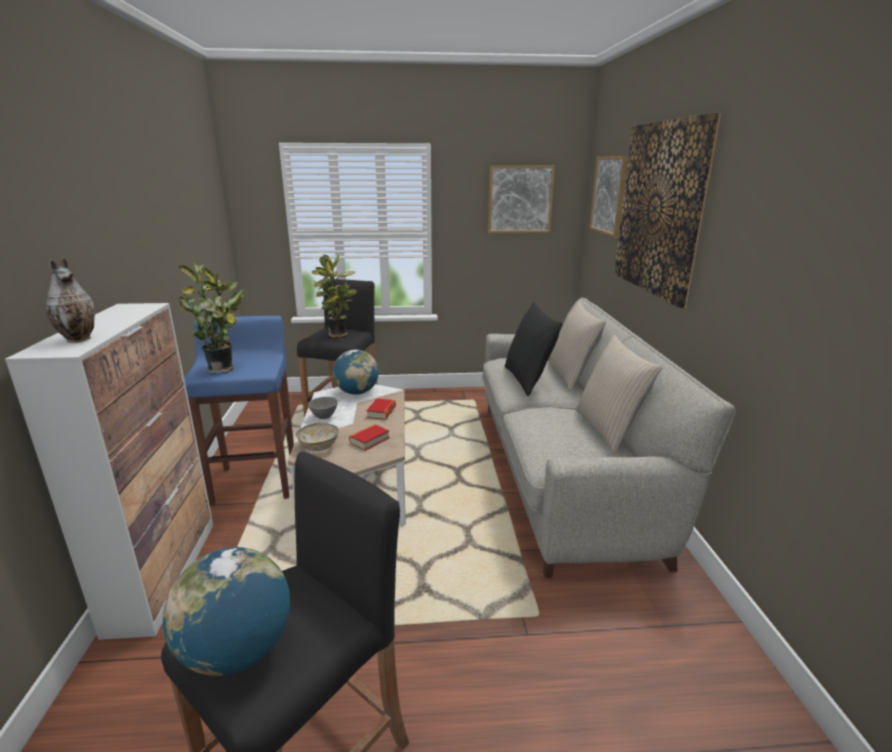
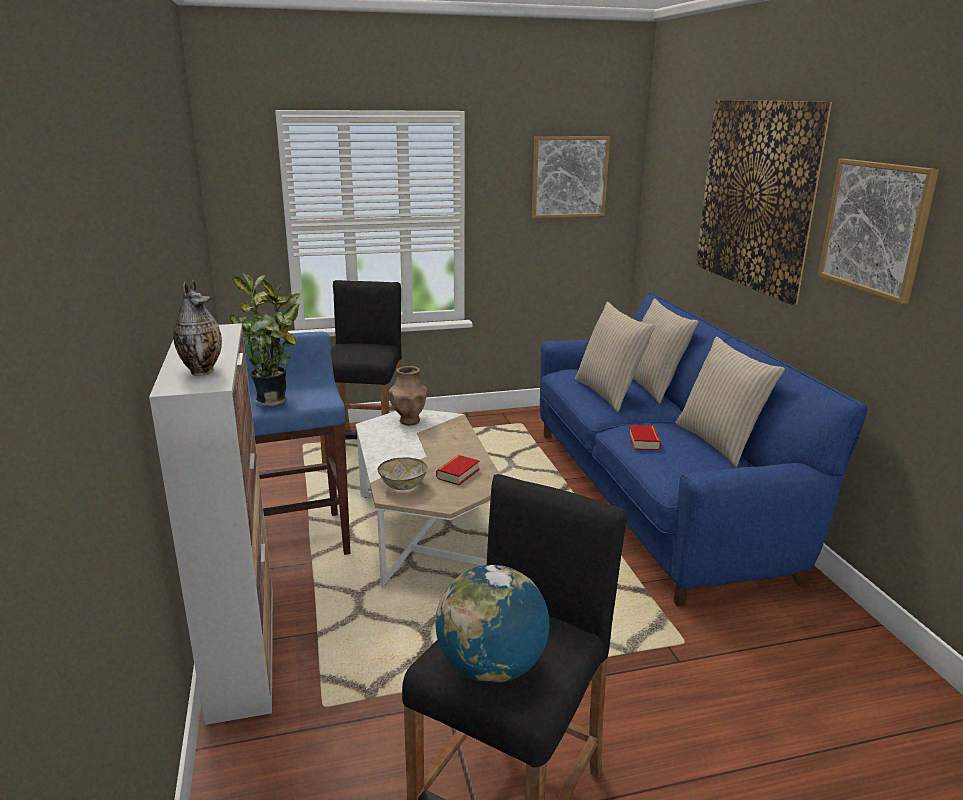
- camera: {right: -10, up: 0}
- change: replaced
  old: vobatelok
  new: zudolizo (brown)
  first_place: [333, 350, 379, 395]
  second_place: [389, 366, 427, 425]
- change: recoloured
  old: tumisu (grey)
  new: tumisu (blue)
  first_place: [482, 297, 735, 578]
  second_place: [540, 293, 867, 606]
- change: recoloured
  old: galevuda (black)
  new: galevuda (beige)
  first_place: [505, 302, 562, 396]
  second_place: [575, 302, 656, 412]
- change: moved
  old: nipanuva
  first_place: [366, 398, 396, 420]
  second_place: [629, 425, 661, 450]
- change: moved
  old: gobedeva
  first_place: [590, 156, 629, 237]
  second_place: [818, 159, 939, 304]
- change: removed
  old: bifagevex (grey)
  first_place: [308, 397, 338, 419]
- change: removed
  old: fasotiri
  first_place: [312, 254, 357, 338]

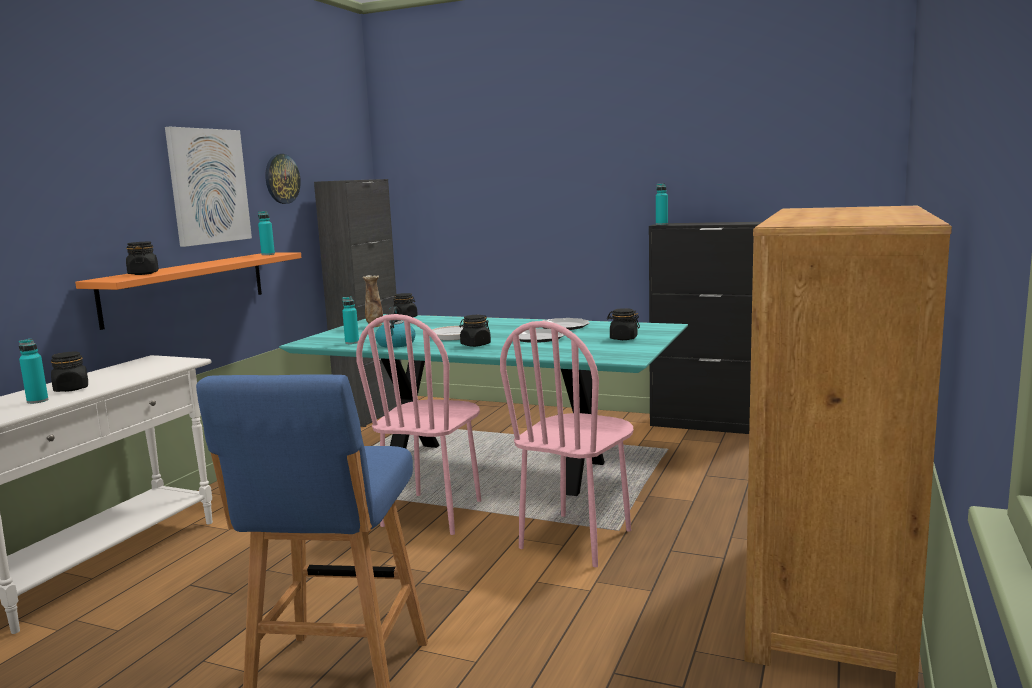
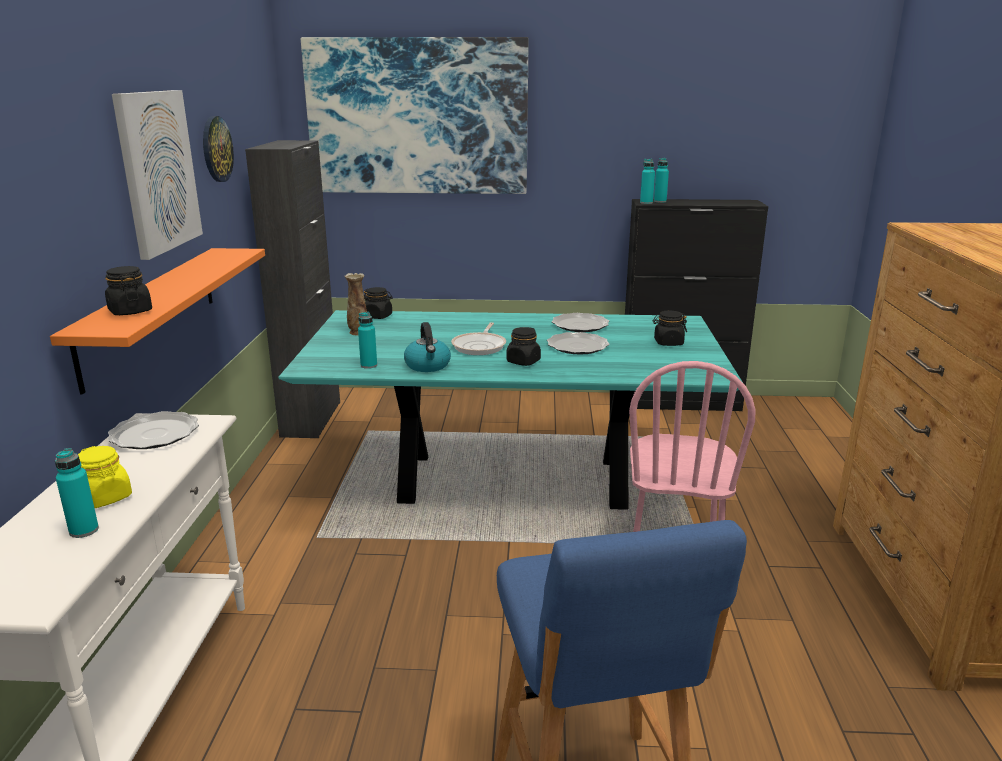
- camera: {right: -20, up: 10}
- change: recoloured
  old: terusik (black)
  new: terusik (yellow)
  first_place: [51, 351, 88, 392]
  second_place: [78, 446, 132, 508]
- change: added
  new: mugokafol
  second_place: [108, 411, 199, 449]
- change: added
  new: gobedeva
  second_place: [301, 37, 528, 194]
- change: moved
  old: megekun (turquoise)
  first_place: [258, 211, 275, 255]
  second_place: [654, 158, 669, 203]
- change: removed
  old: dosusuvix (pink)
  first_place: [356, 314, 481, 535]

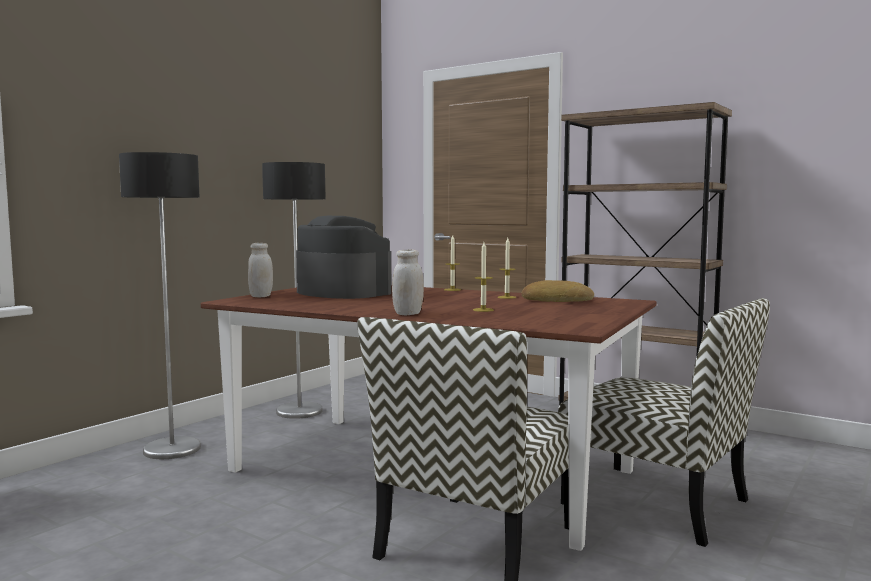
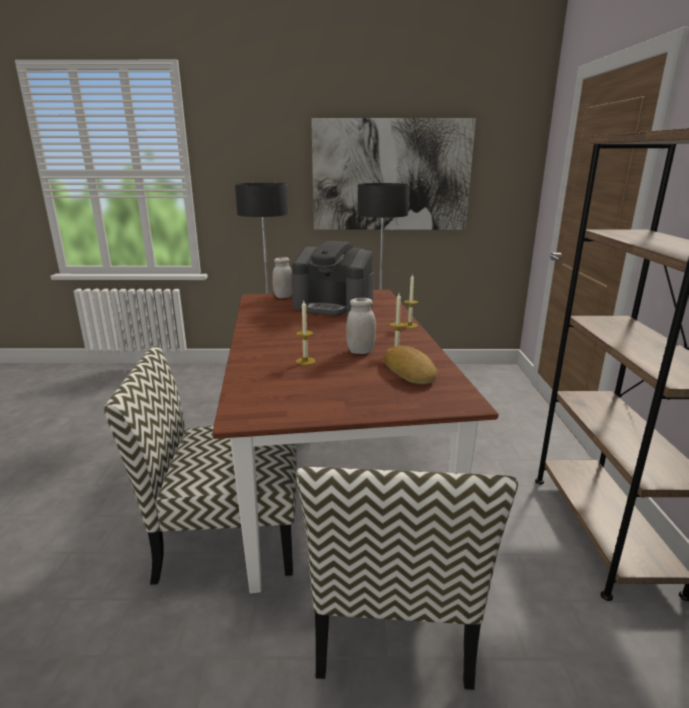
- camera: {right: 55, up: 15}
- change: turned
  old: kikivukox
  first_place: [296, 216, 391, 299]
  second_place: [291, 241, 374, 316]
  degrees: 105
- change: added
  new: gobedeva
  second_place: [311, 118, 476, 230]
- change: moved
  old: terusik (white)
  first_place: [392, 249, 424, 315]
  second_place: [346, 298, 376, 354]

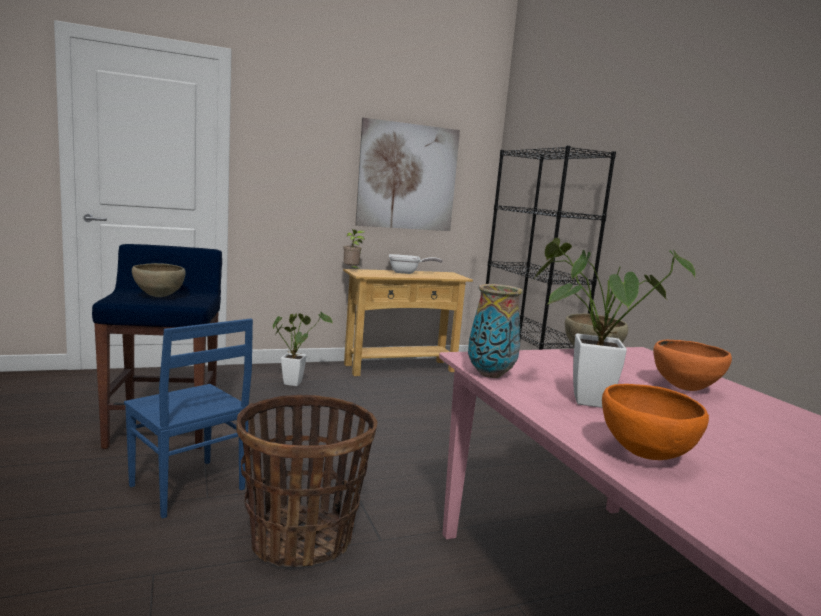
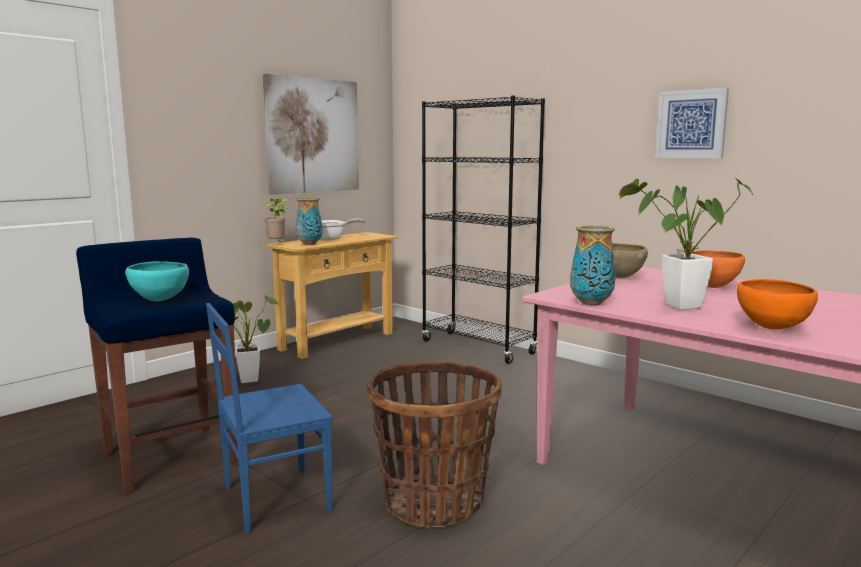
- camera: {right: -25, up: 0}
- change: recoloured
  old: bifagevex (brown)
  new: bifagevex (turquoise)
  first_place: [132, 263, 186, 297]
  second_place: [125, 261, 189, 302]
- change: turned
  old: dosusuvix (blue)
  first_place: [124, 319, 253, 519]
  second_place: [206, 303, 333, 534]
  degrees: 135
- change: added
  new: zudolizo
  second_place: [296, 197, 323, 245]
- change: added
  new: gobedeva
  second_place: [656, 88, 729, 158]

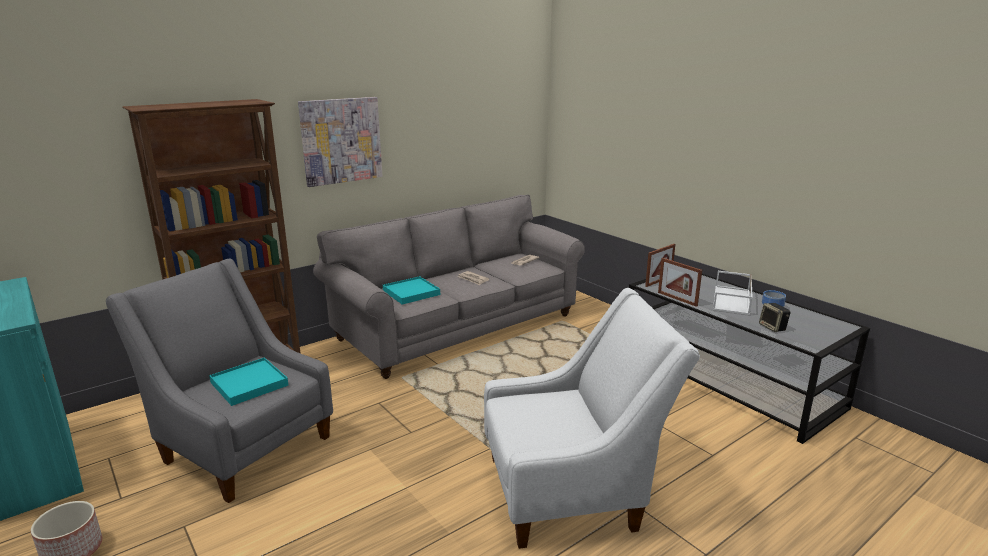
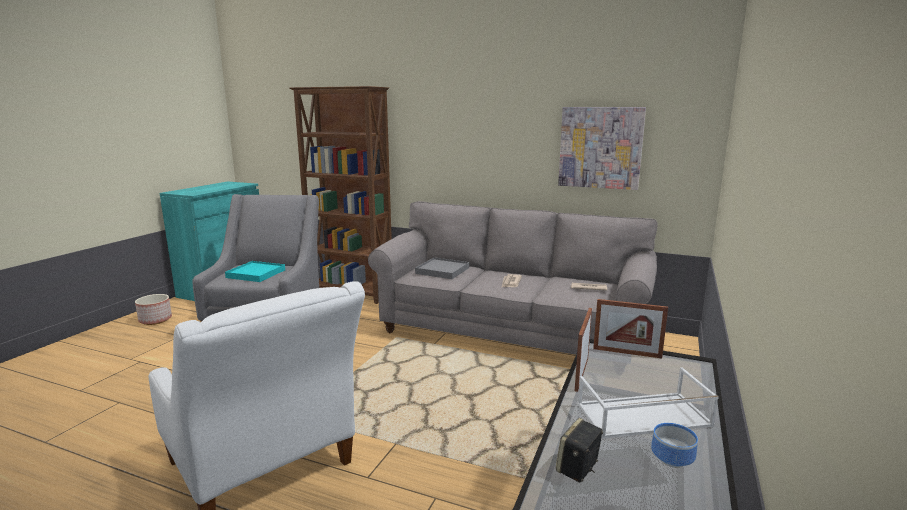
- camera: {right: 60, up: -5}
- change: recoloured
  old: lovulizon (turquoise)
  new: lovulizon (grey)
  first_place: [383, 276, 440, 304]
  second_place: [415, 257, 469, 279]
- change: moved
  old: gobedeva
  first_place: [298, 97, 383, 187]
  second_place: [558, 107, 646, 190]

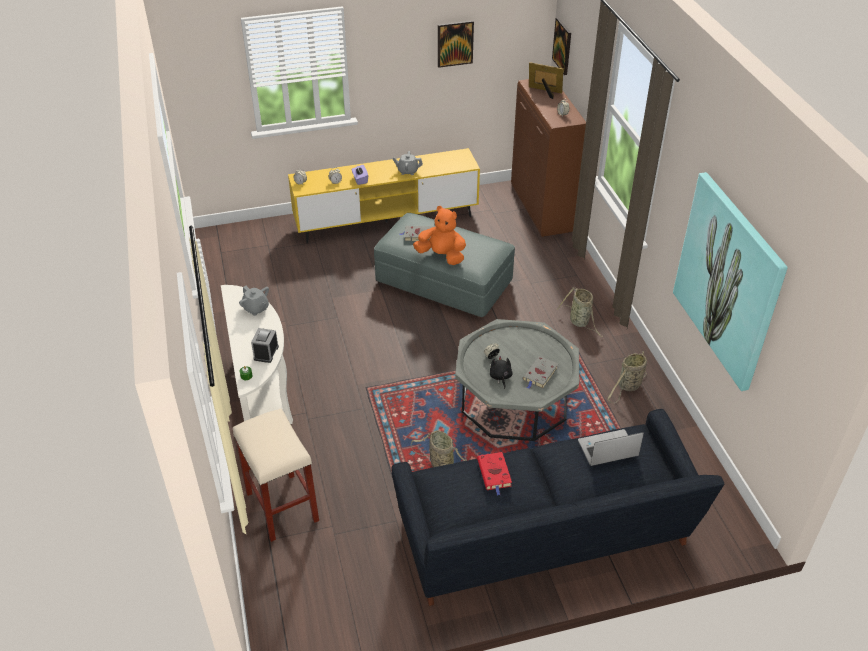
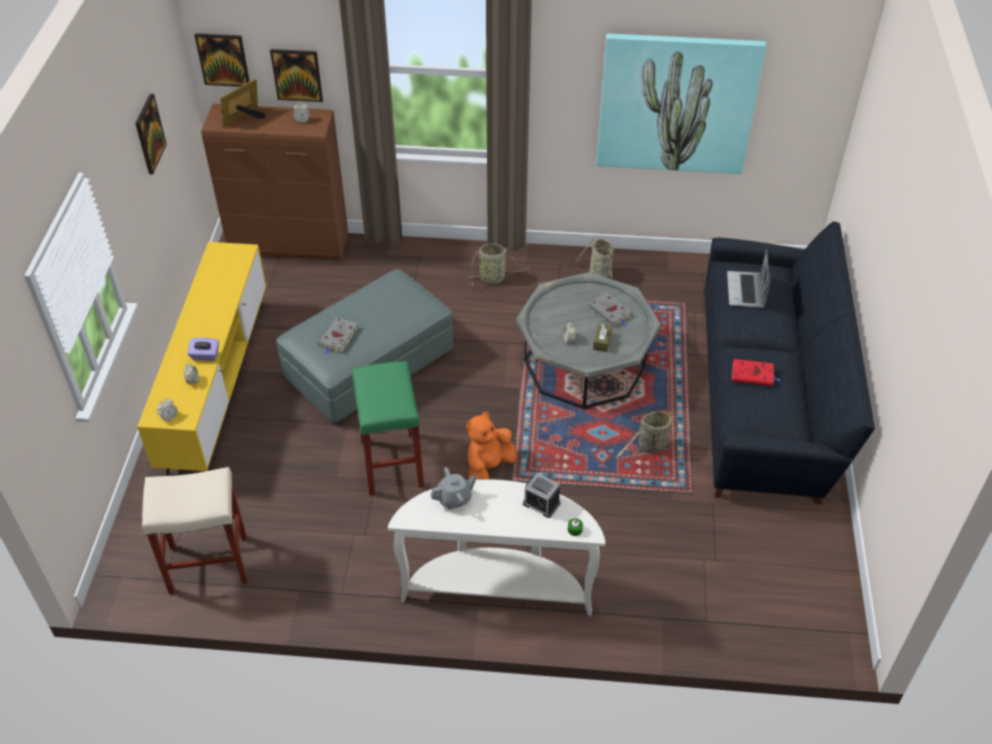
- camera: {right: -70, up: 5}
- change: moved
  old: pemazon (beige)
  first_place: [233, 408, 319, 542]
  second_place: [142, 467, 248, 594]
- change: added
  new: gobedeva
  second_place: [270, 49, 323, 102]
- change: added
  new: pemazon (green)
  second_place: [352, 361, 424, 495]
- change: moved
  old: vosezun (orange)
  first_place: [413, 206, 466, 265]
  second_place: [466, 412, 516, 480]
- change: replaced
  old: vosezun (black)
  new: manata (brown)
  first_place: [490, 356, 513, 389]
  second_place: [593, 324, 612, 352]
- change: removed
  old: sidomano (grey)
  first_place: [393, 151, 423, 175]

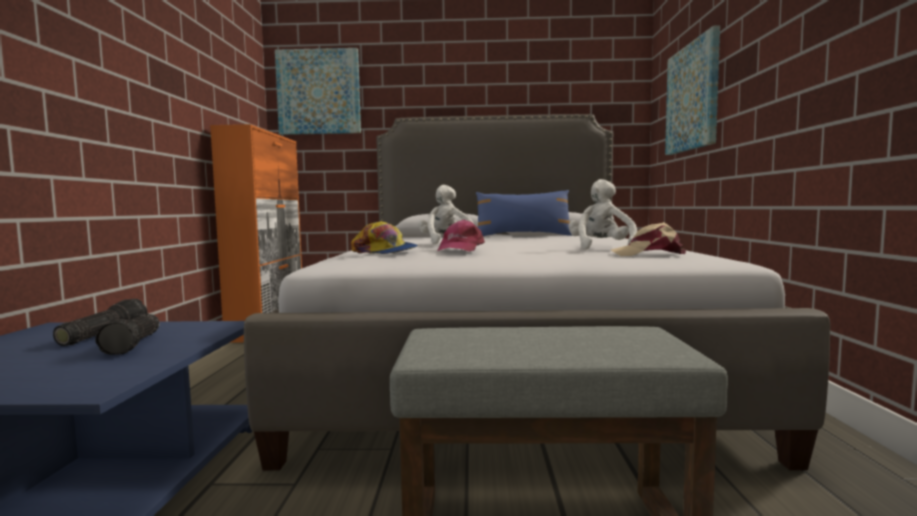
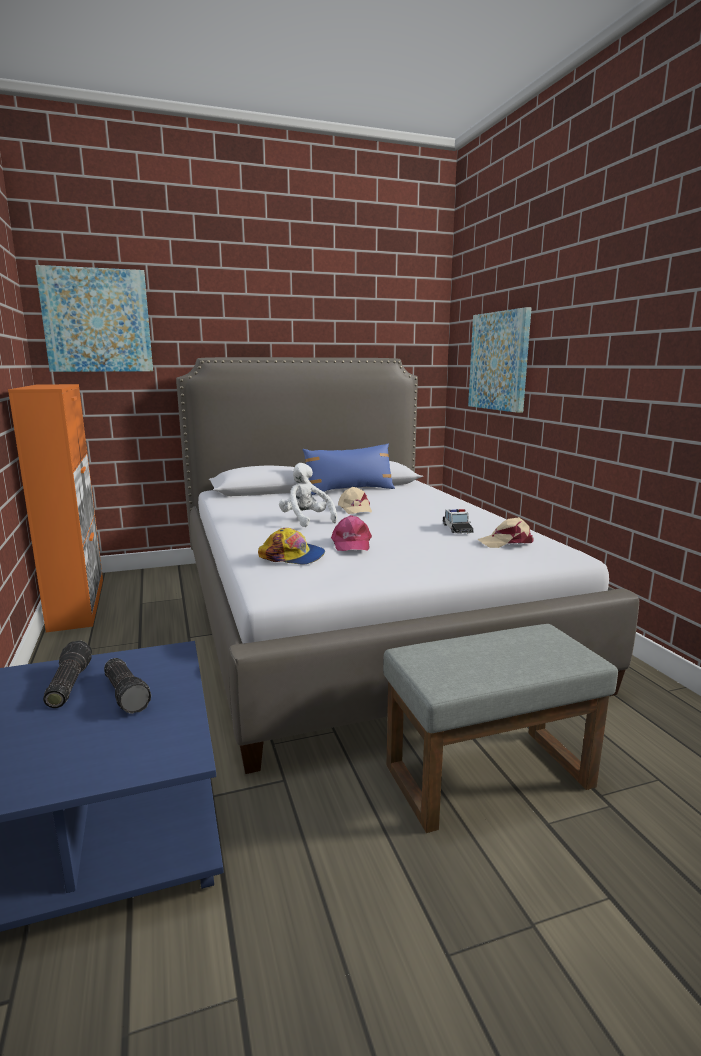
- camera: {right: -20, up: 10}
- change: added
  new: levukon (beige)
  second_place: [338, 487, 372, 514]
- change: replaced
  old: vosezun (white)
  new: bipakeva
  first_place: [568, 179, 637, 250]
  second_place: [443, 509, 474, 534]

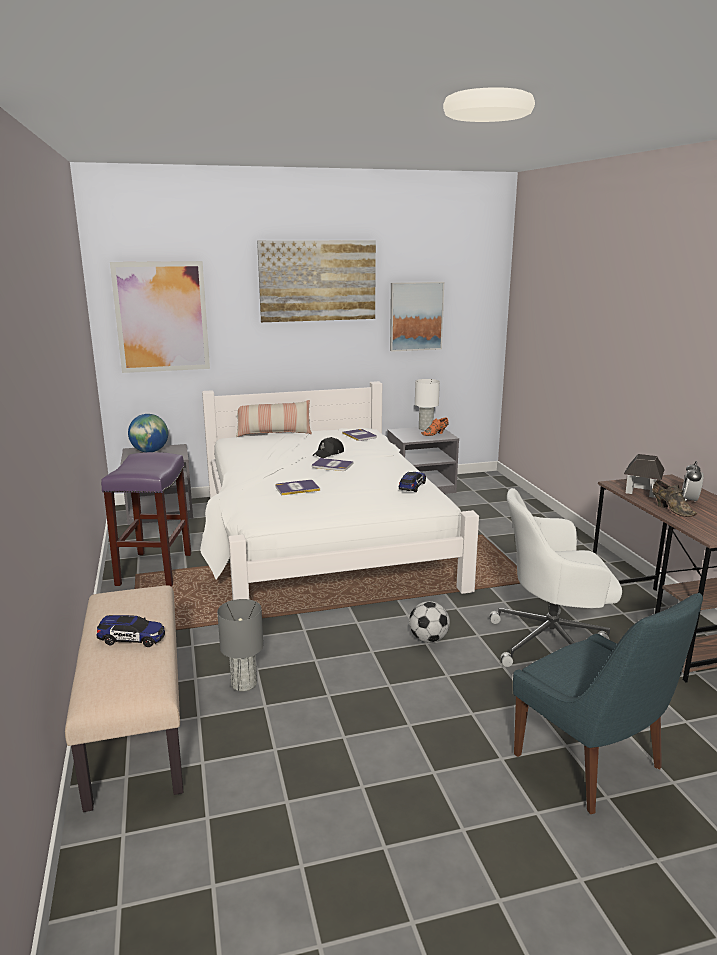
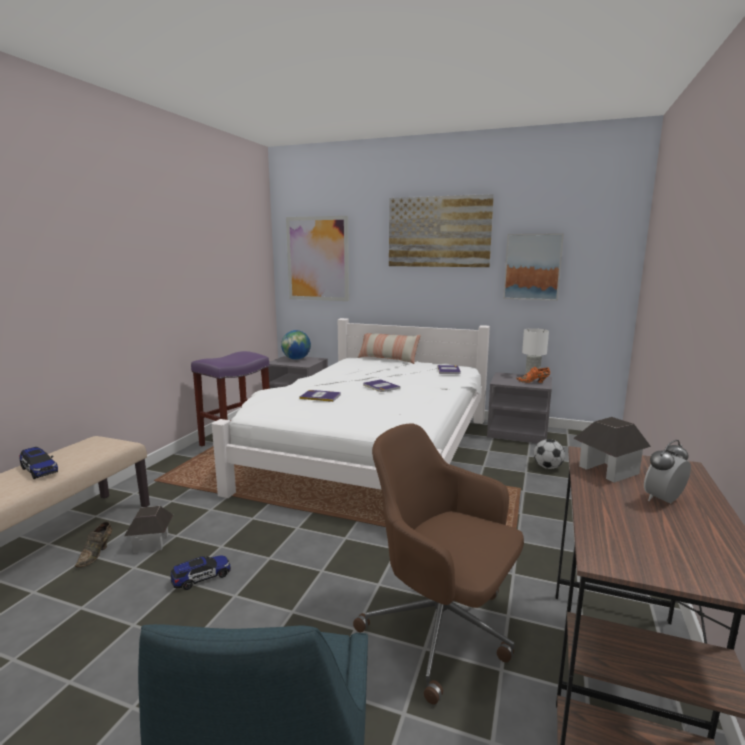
- camera: {right: 35, up: -5}
- change: moved
  old: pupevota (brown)
  first_place: [652, 480, 697, 517]
  second_place: [75, 522, 112, 567]
- change: replaced
  old: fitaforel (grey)
  new: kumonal
  first_place: [217, 599, 263, 691]
  second_place: [124, 506, 173, 553]
- change: moved
  old: bipakeva
  first_place: [399, 472, 426, 492]
  second_place: [171, 555, 231, 590]
- change: recoloured
  old: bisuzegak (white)
  new: bisuzegak (brown)
  first_place: [489, 488, 622, 667]
  second_place: [353, 423, 524, 705]
- change: moved
  old: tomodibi
  first_place: [409, 601, 450, 643]
  second_place: [534, 439, 565, 469]
- change: removed
  old: levukon (black)
  first_place: [313, 437, 344, 458]

